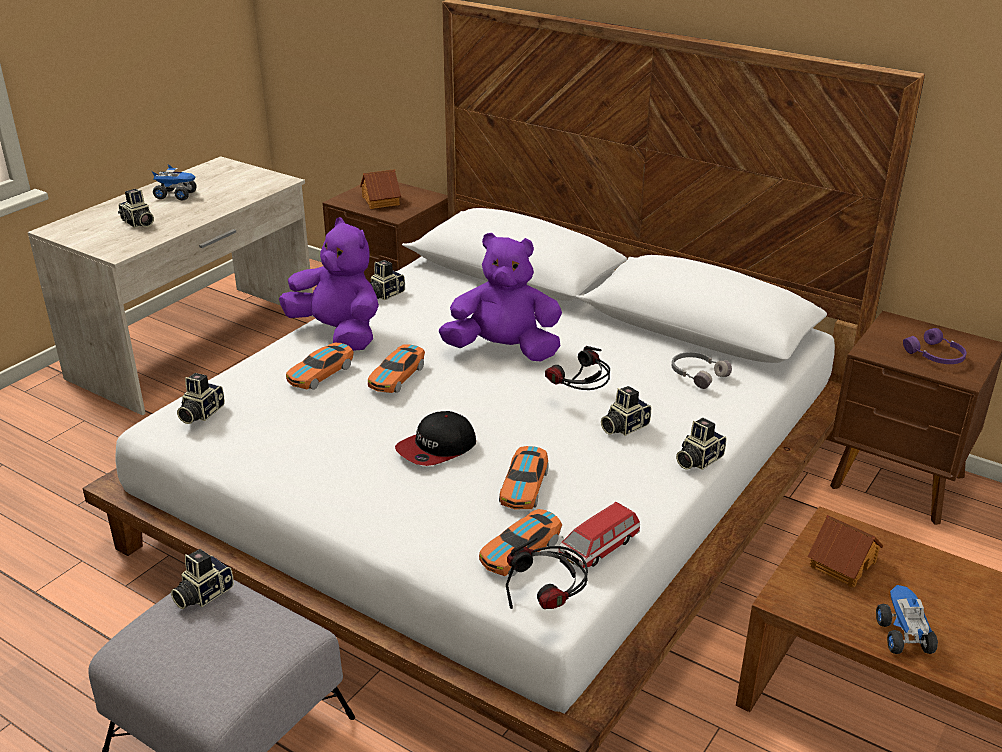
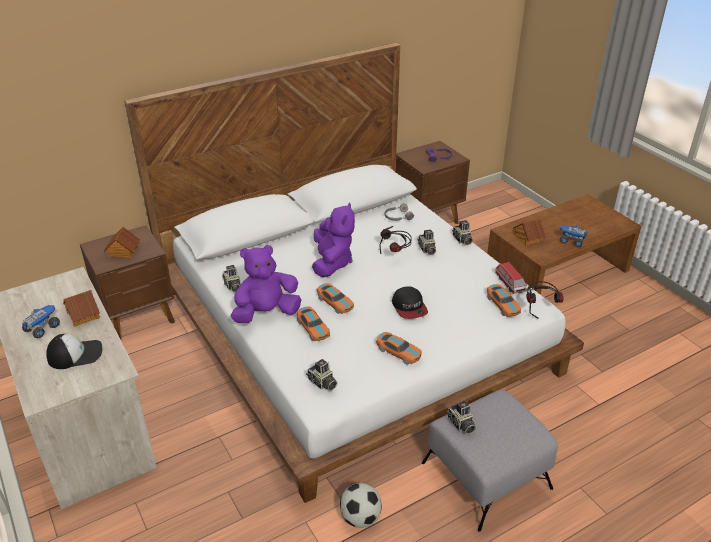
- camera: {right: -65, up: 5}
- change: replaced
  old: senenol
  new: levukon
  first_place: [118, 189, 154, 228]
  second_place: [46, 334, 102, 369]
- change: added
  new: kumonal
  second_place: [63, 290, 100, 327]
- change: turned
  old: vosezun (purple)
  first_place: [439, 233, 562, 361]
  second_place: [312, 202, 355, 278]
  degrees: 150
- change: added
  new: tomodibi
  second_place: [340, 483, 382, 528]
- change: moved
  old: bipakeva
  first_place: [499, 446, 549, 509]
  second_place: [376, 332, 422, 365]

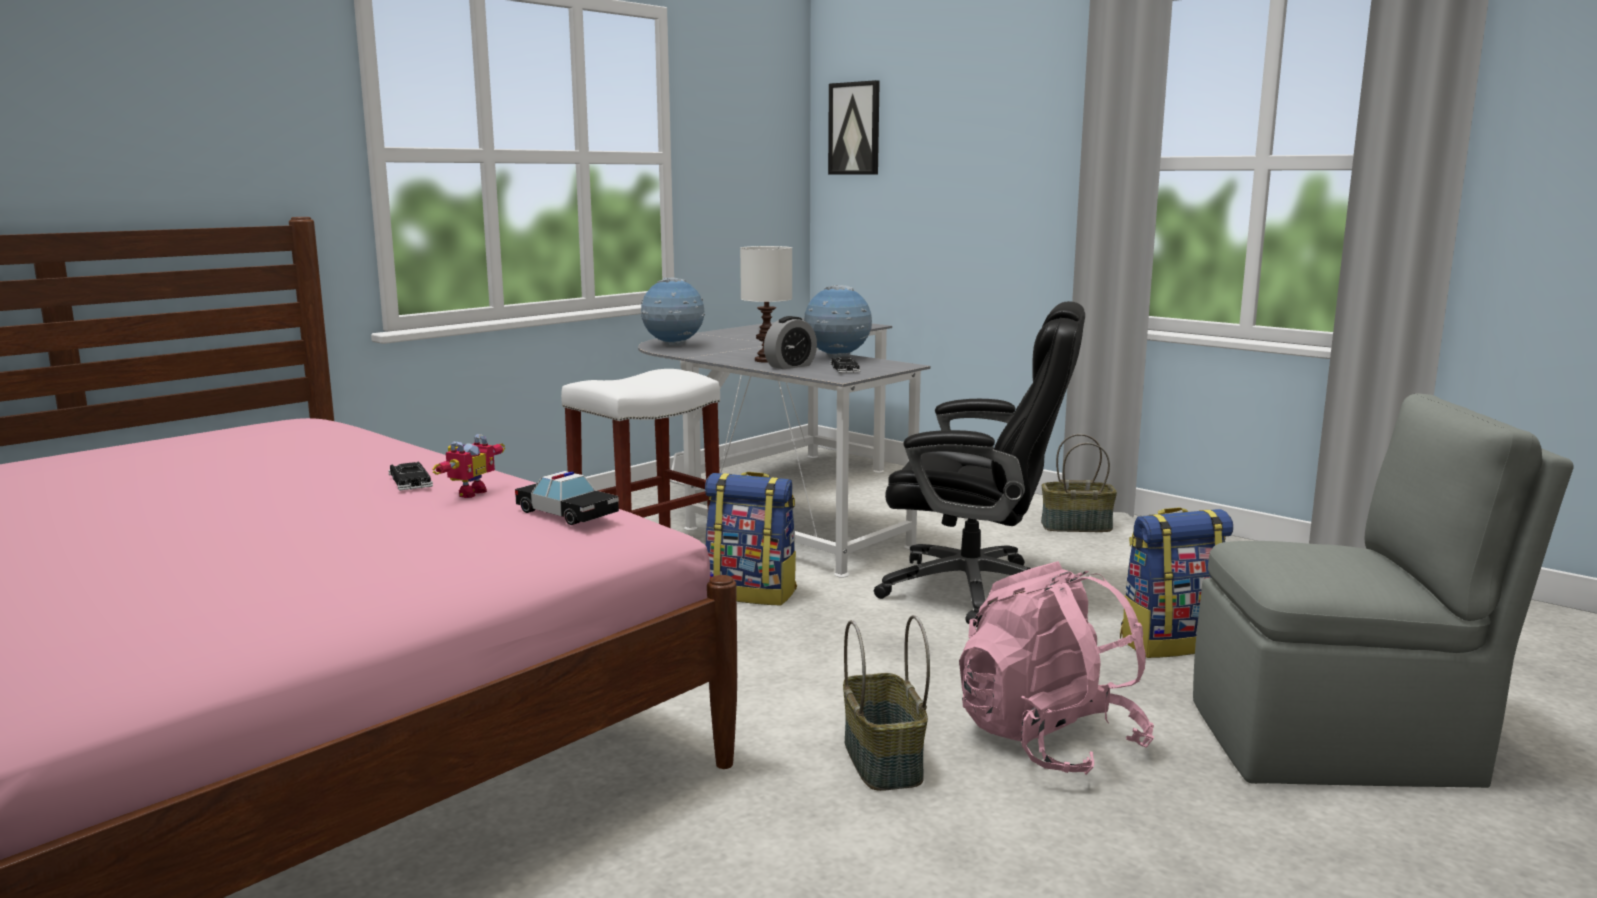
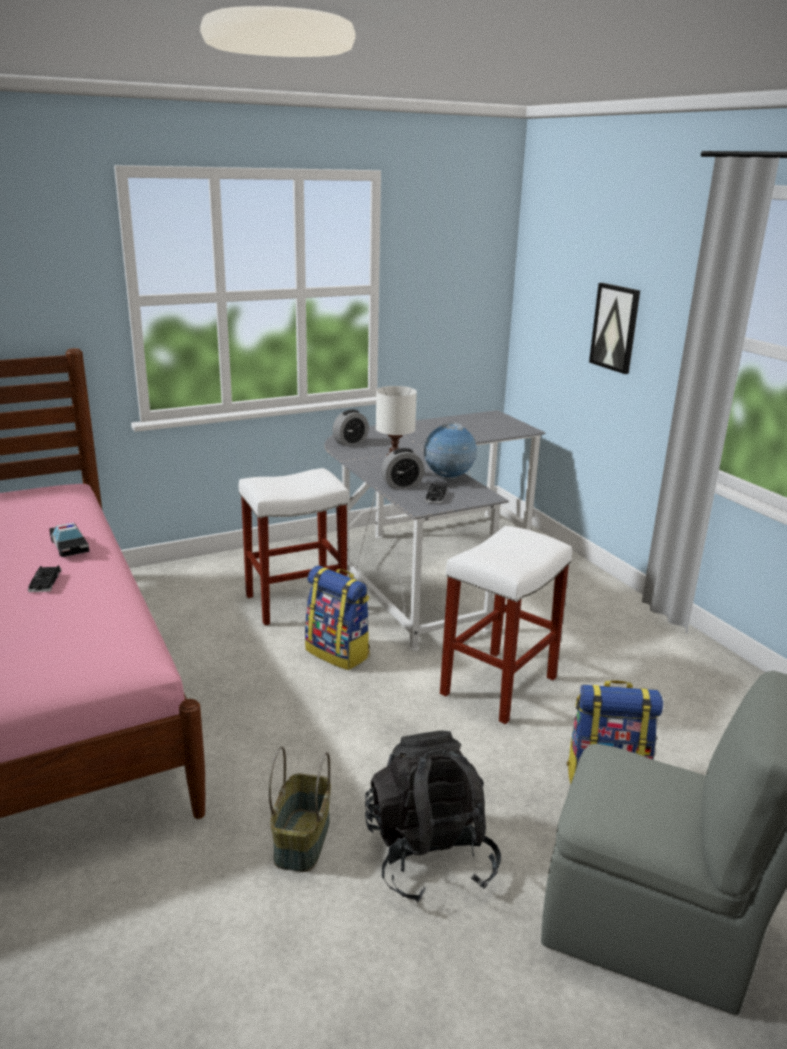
- camera: {right: 20, up: 10}
- change: moved
  old: bipakeva
  first_place: [515, 471, 619, 525]
  second_place: [49, 523, 89, 557]
- change: replaced
  old: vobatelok
  new: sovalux
  first_place: [641, 277, 705, 346]
  second_place: [332, 409, 369, 446]
- change: recoloured
  old: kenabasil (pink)
  new: kenabasil (black)
  first_place: [959, 561, 1154, 775]
  second_place: [365, 730, 501, 903]
- change: replaced
  old: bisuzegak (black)
  new: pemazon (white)
  first_place: [874, 301, 1085, 627]
  second_place: [440, 526, 572, 724]
- change: moved
  old: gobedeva
  first_place: [828, 80, 880, 174]
  second_place: [589, 283, 640, 374]
- change: removed
  old: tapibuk
  first_place: [432, 434, 505, 498]
- change: removed
  old: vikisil
  first_place: [1041, 434, 1117, 532]

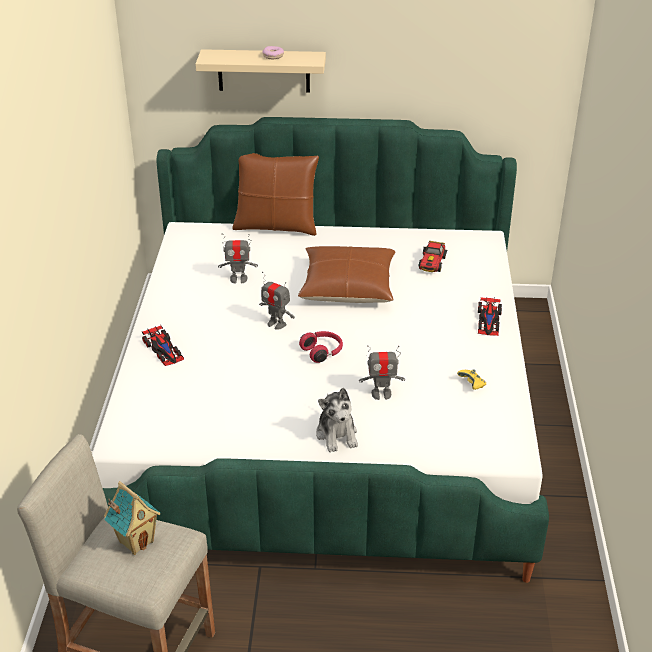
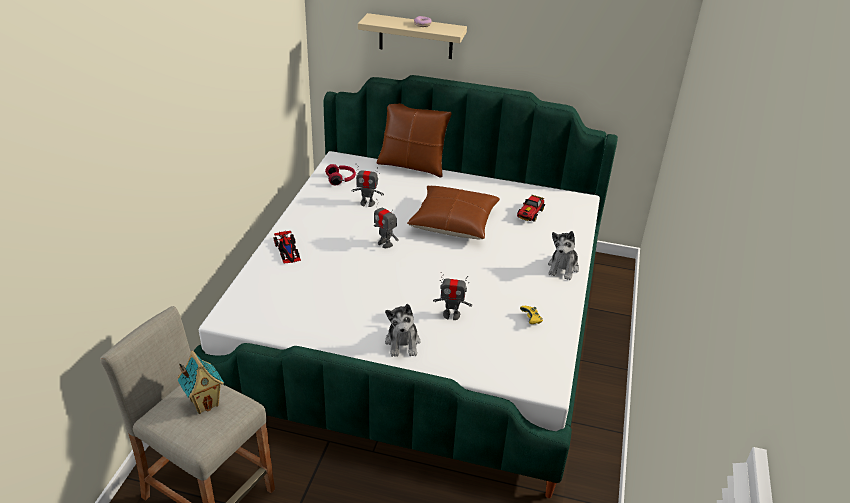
- camera: {right: 10, up: 0}
- change: moved
  old: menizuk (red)
  first_place: [299, 331, 343, 363]
  second_place: [325, 164, 356, 185]
- change: replaced
  old: bipakeva
  new: vosezun
  first_place: [478, 298, 502, 336]
  second_place: [548, 231, 579, 280]

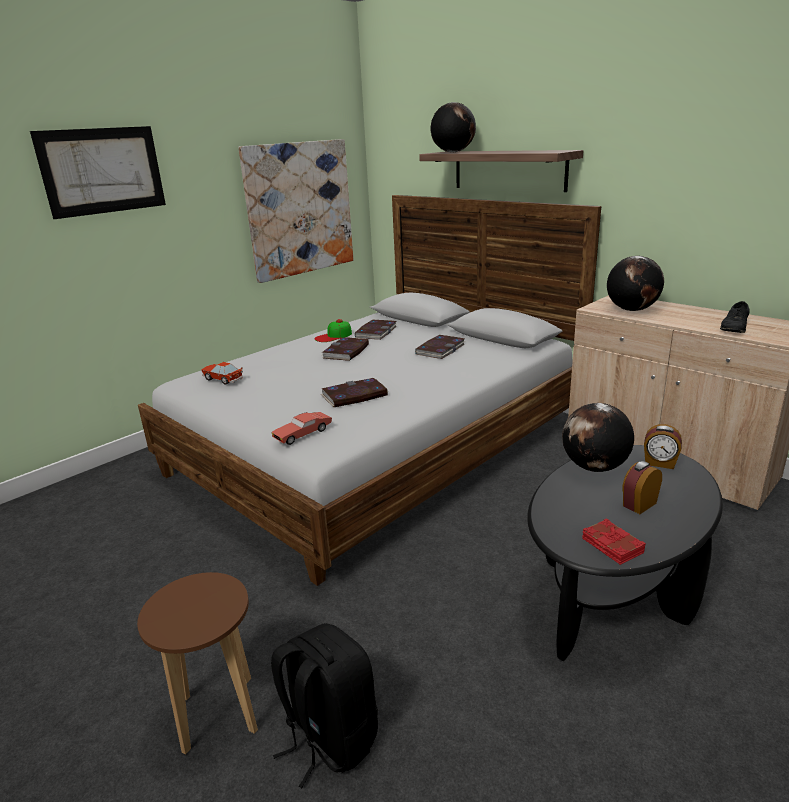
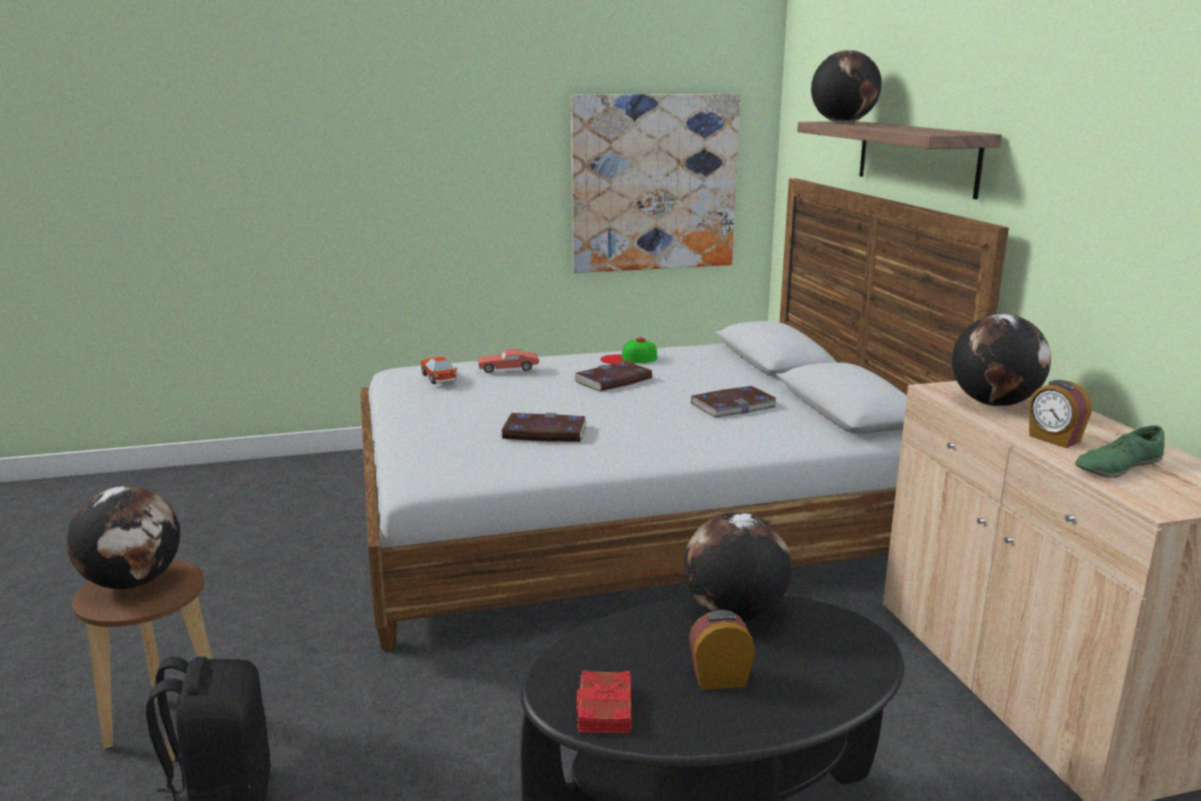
- camera: {right: 30, up: -5}
- change: added
  new: vobatelok
  second_place: [66, 486, 180, 590]
- change: moved
  old: bipakeva (red)
  first_place: [271, 412, 332, 445]
  second_place: [478, 349, 539, 373]
- change: moved
  old: sovalux
  first_place: [644, 424, 682, 469]
  second_place: [1029, 380, 1092, 448]
- change: recoloured
  old: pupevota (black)
  new: pupevota (green)
  first_place: [720, 301, 750, 333]
  second_place: [1075, 425, 1164, 478]
- change: removed
  old: gobedeva
  first_place: [30, 126, 166, 219]
- change: removed
  old: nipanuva
  first_place: [355, 320, 396, 340]

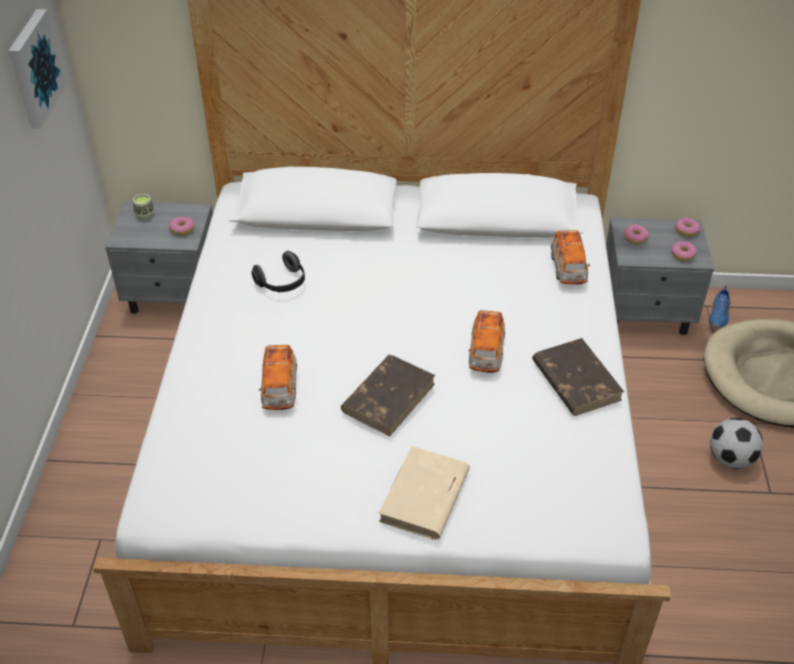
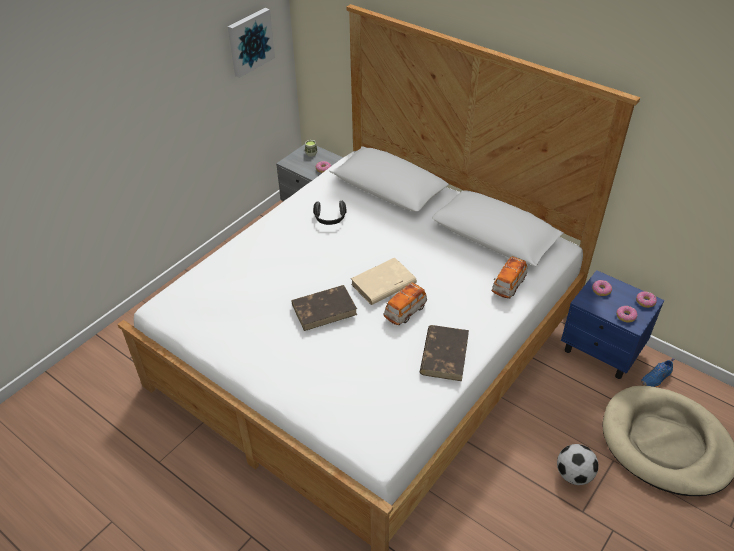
- camera: {right: 35, up: 0}
- change: moved
  old: nipanuva (beige)
  first_place: [379, 446, 470, 540]
  second_place: [351, 257, 417, 305]
- change: recoloured
  old: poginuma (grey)
  new: poginuma (blue)
  first_place: [606, 218, 714, 335]
  second_place: [561, 270, 665, 379]
- change: removed
  old: bipakeva
  first_place: [259, 345, 297, 410]

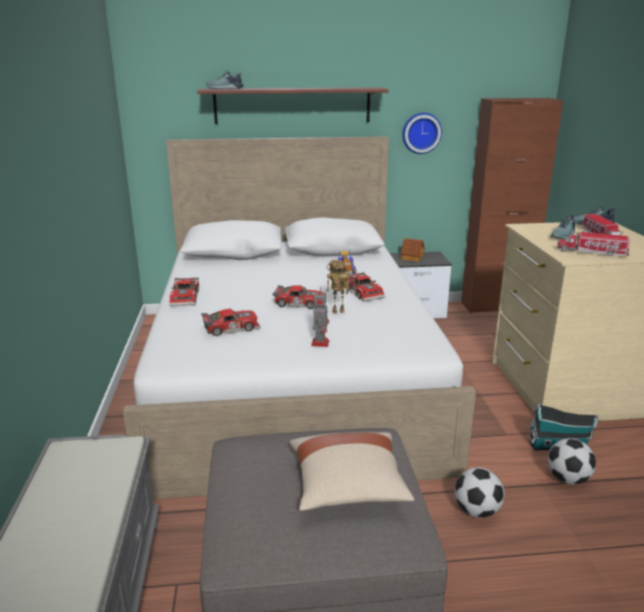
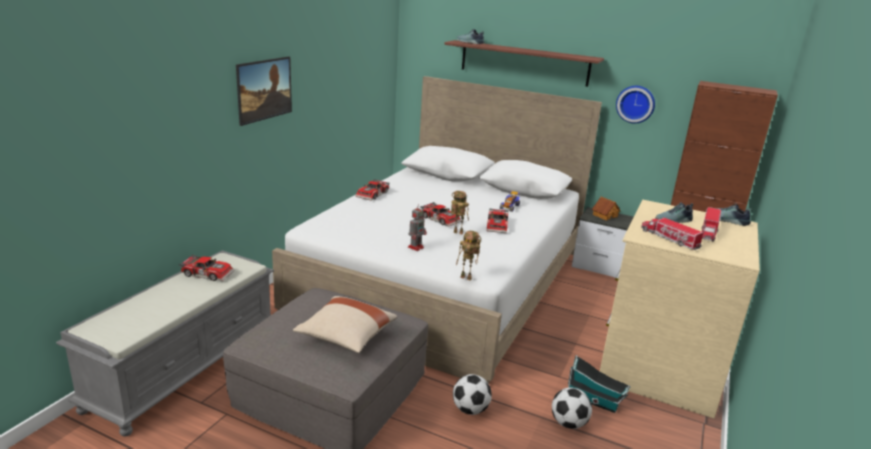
- camera: {right: 30, up: 0}
- change: moved
  old: bipakeva
  first_place: [201, 309, 261, 336]
  second_place: [179, 255, 234, 281]
- change: added
  new: gobedeva
  second_place: [236, 56, 292, 126]
- change: added
  new: tapibuk
  second_place: [456, 231, 481, 280]

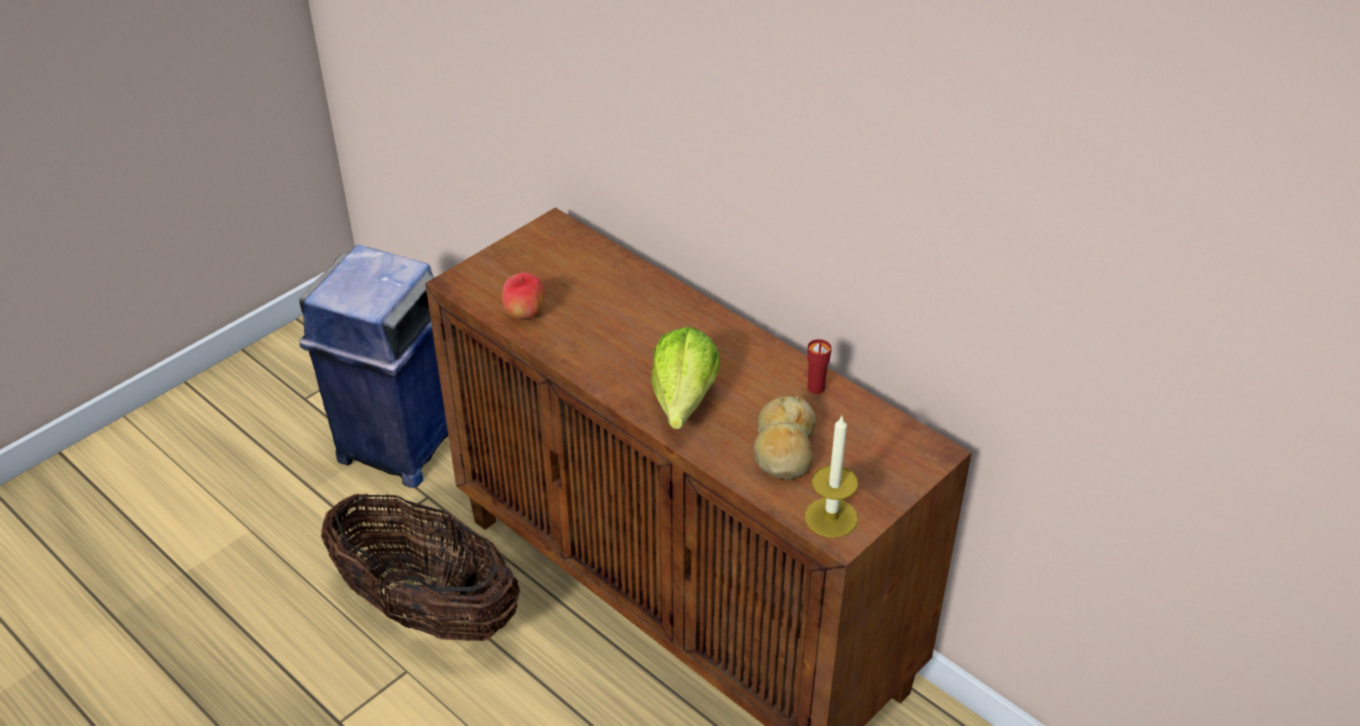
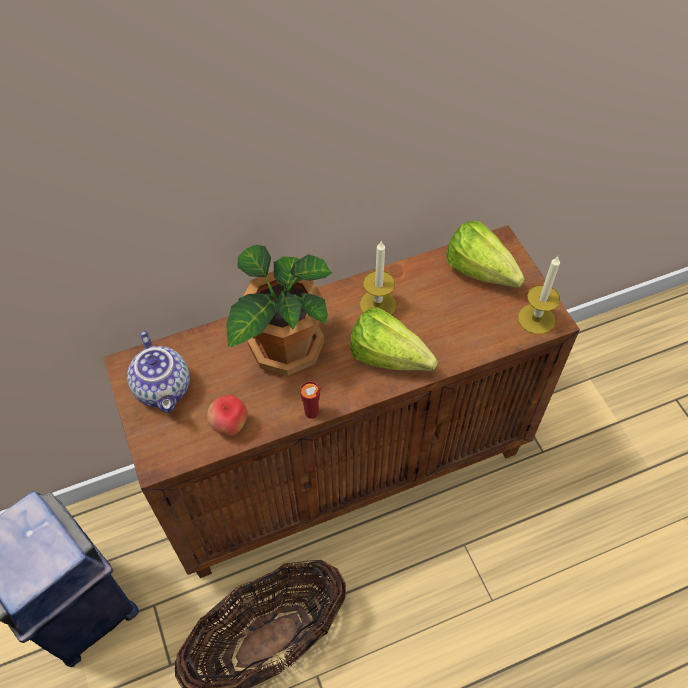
- camera: {right: -65, up: 15}
- change: added
  new: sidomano
  second_place: [127, 331, 190, 413]
- change: added
  new: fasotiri
  second_place: [226, 245, 333, 376]
- change: moved
  old: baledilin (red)
  first_place: [807, 339, 832, 394]
  second_place: [300, 381, 321, 419]
- change: added
  new: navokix
  second_place: [360, 241, 396, 315]
- change: added
  new: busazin
  second_place: [446, 221, 525, 288]
- change: removed
  old: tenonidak
  first_place: [754, 396, 816, 479]

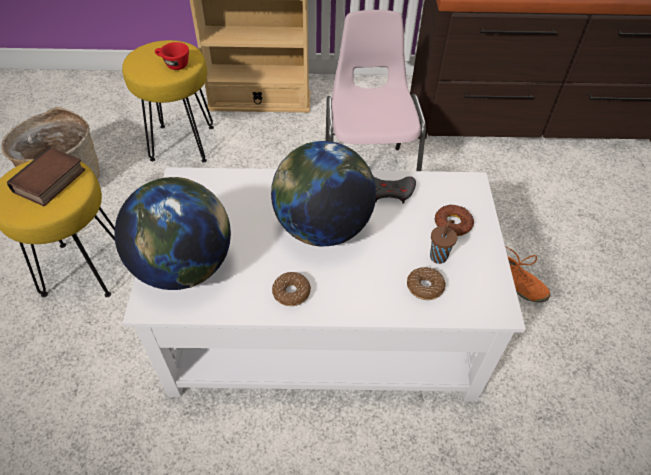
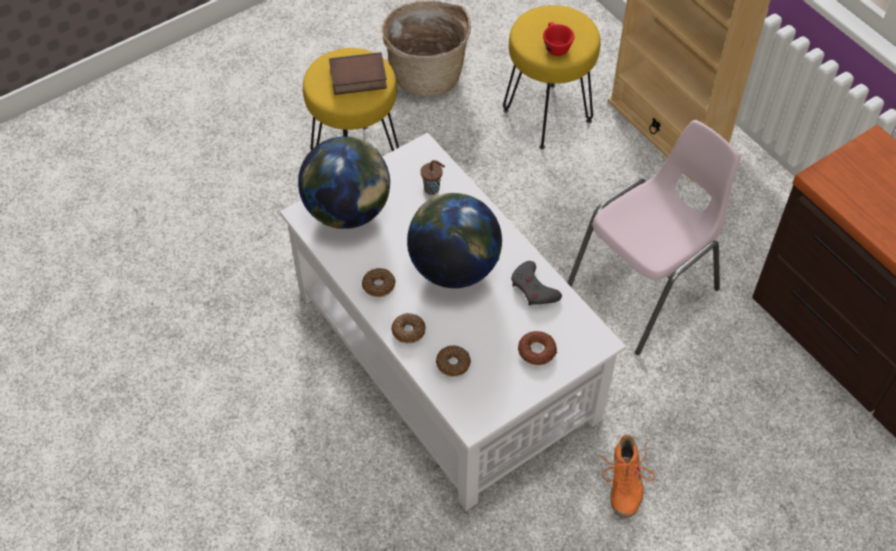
- camera: {right: 55, up: 5}
- change: added
  new: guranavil
  second_place: [391, 313, 426, 344]
- change: moved
  old: baledilin (brown)
  first_place: [430, 220, 457, 264]
  second_place: [421, 160, 445, 195]

